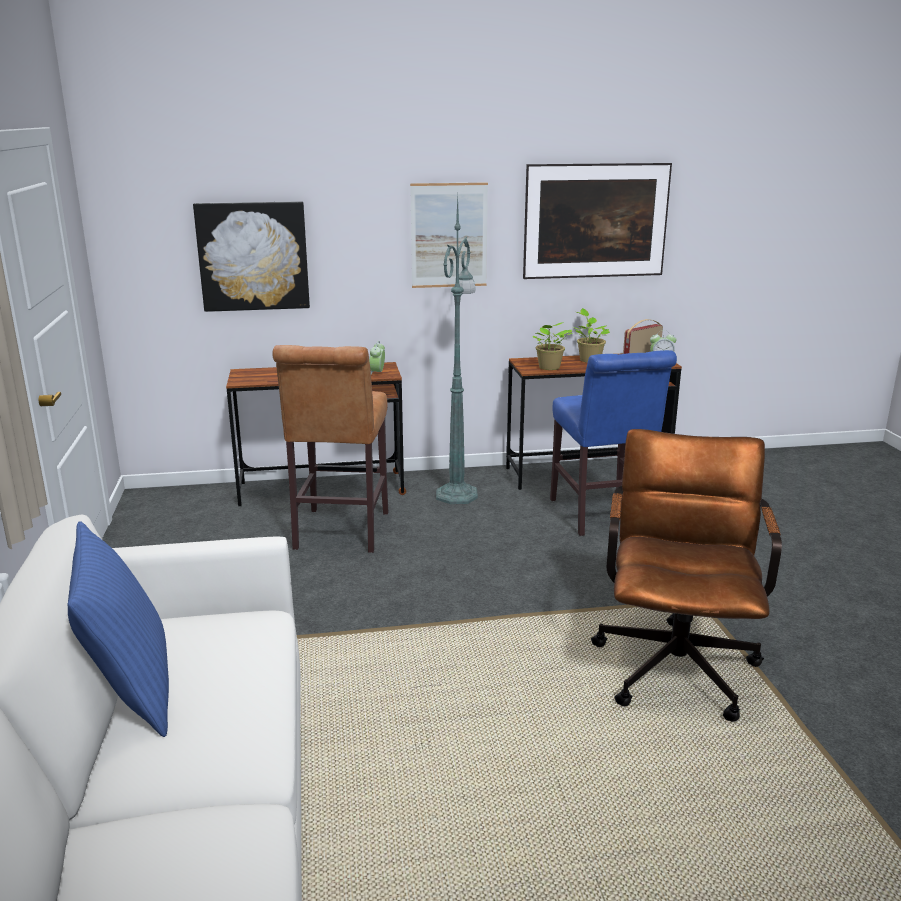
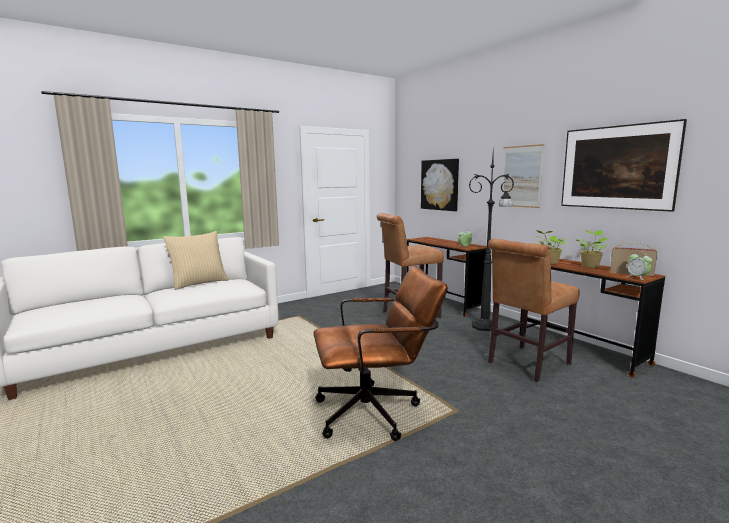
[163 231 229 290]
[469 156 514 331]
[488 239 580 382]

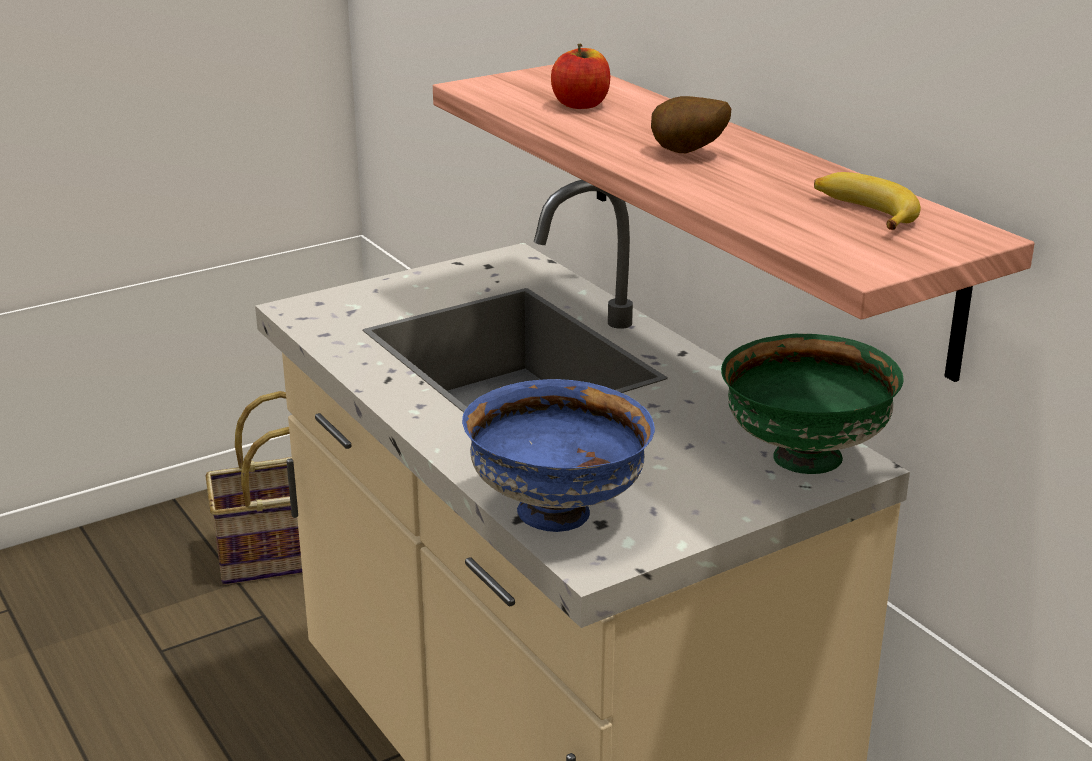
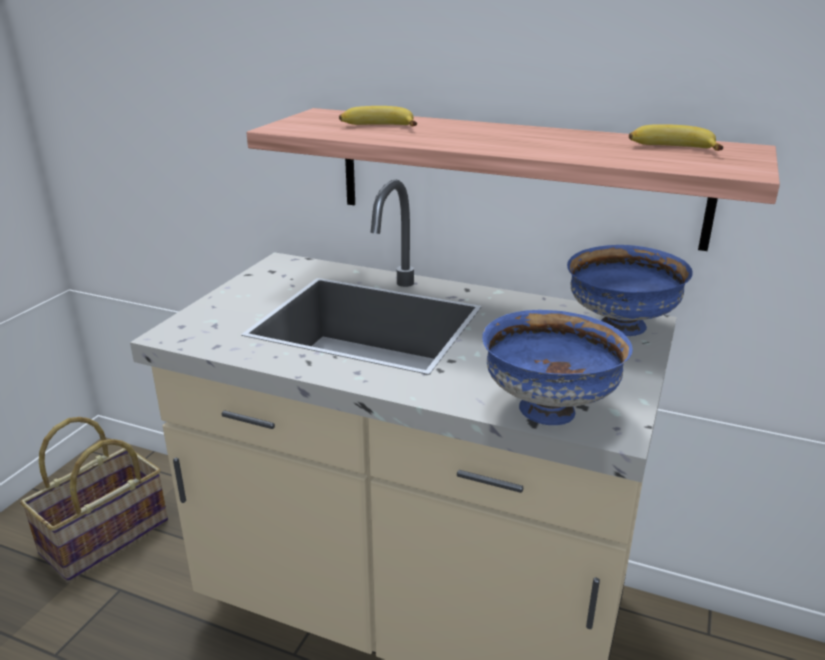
[339 106 417 126]
[651 96 731 153] (first image)
[567 245 693 336]

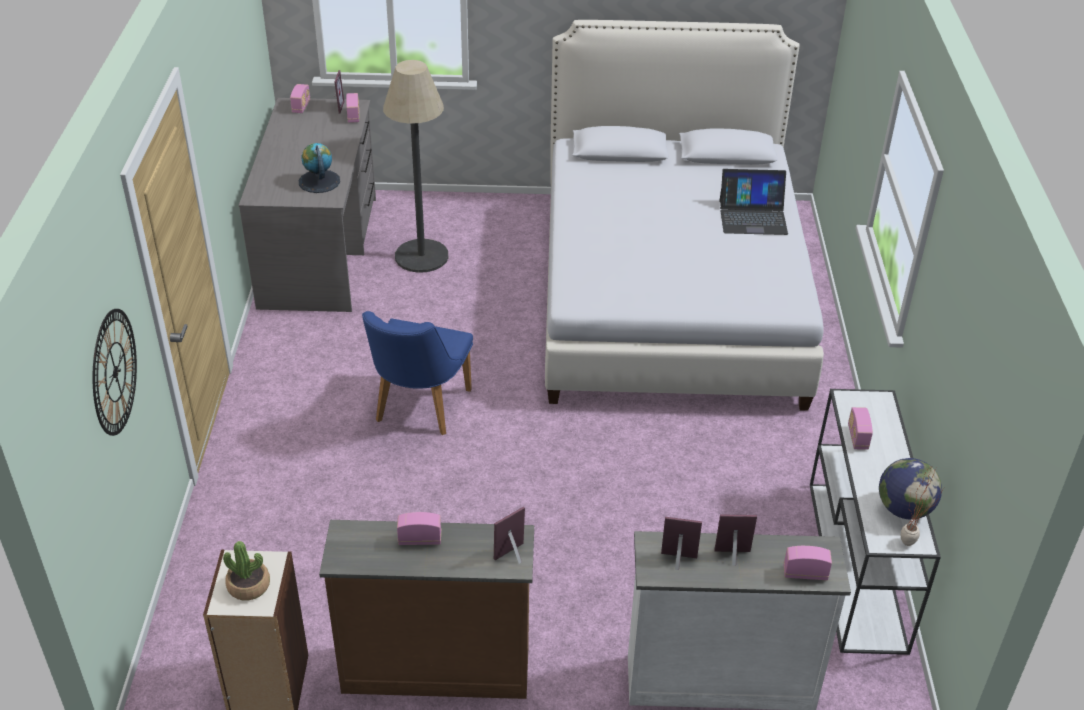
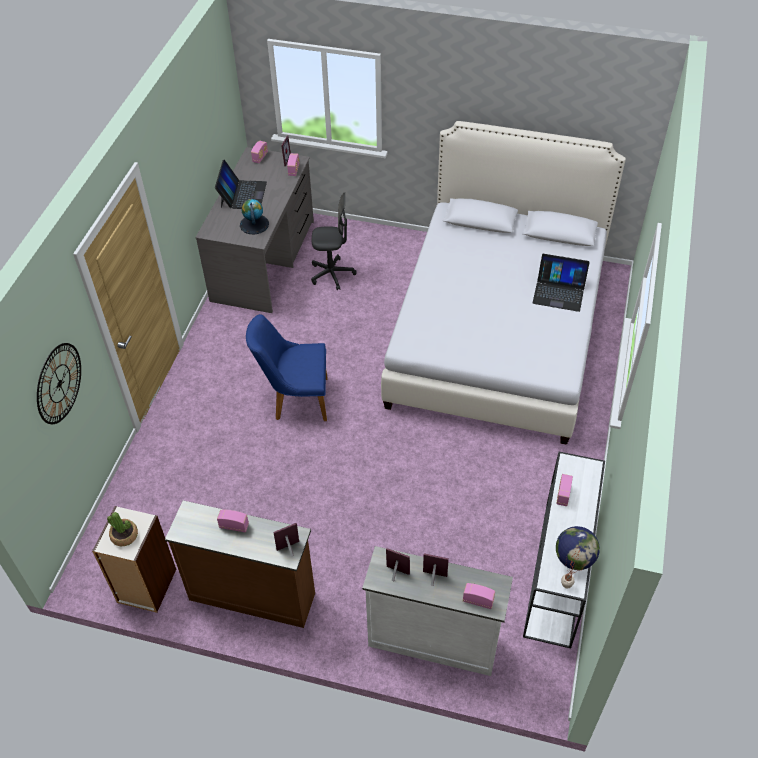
[246 314 328 421]
[311 192 357 290]
[215 160 267 209]

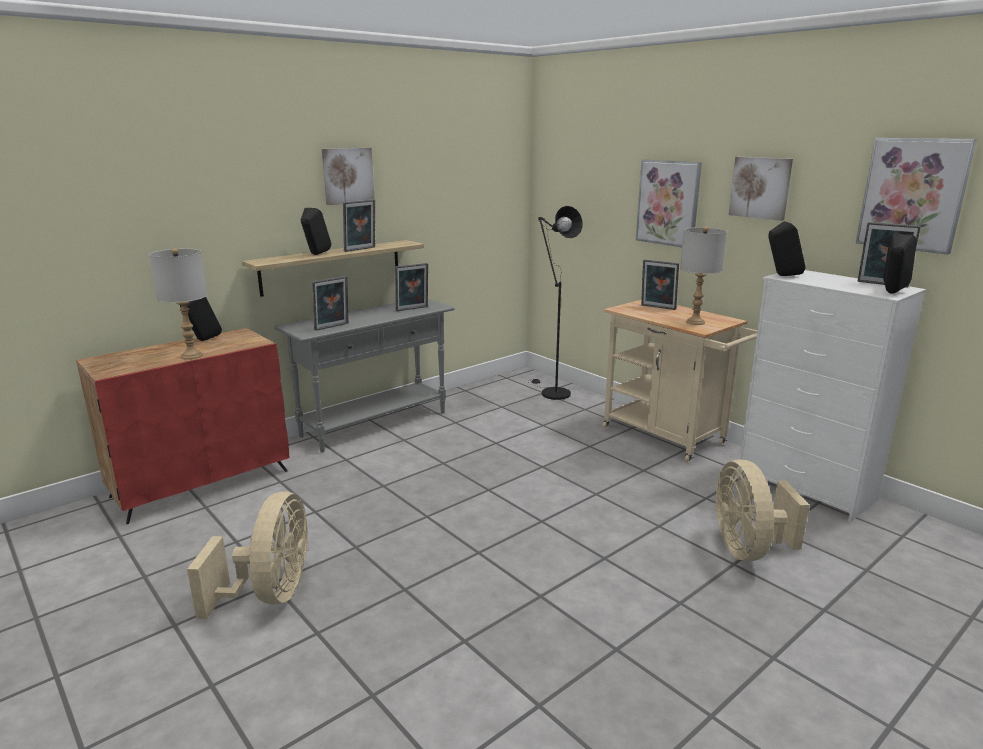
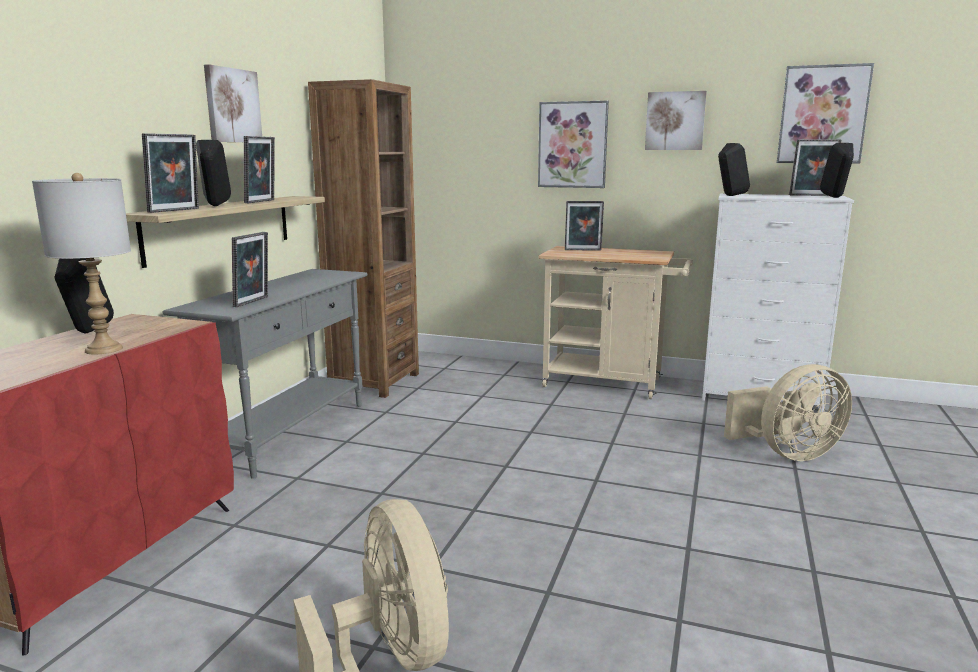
[142 133 199 213]
[528 206 583 400] (first image)
[680 227 727 325] (first image)
[724 364 852 461]
[308 79 419 398]

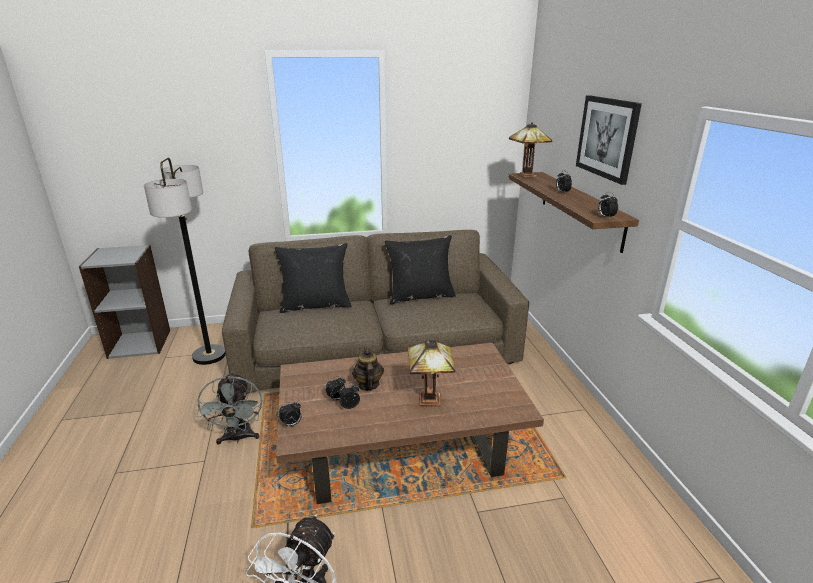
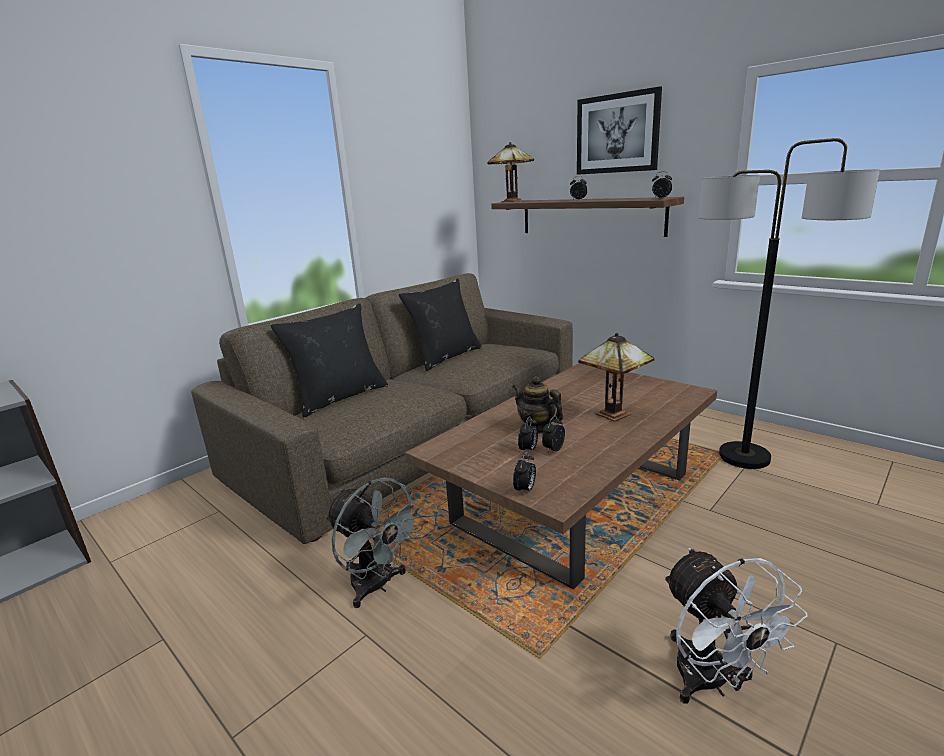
[698 138 880 469]

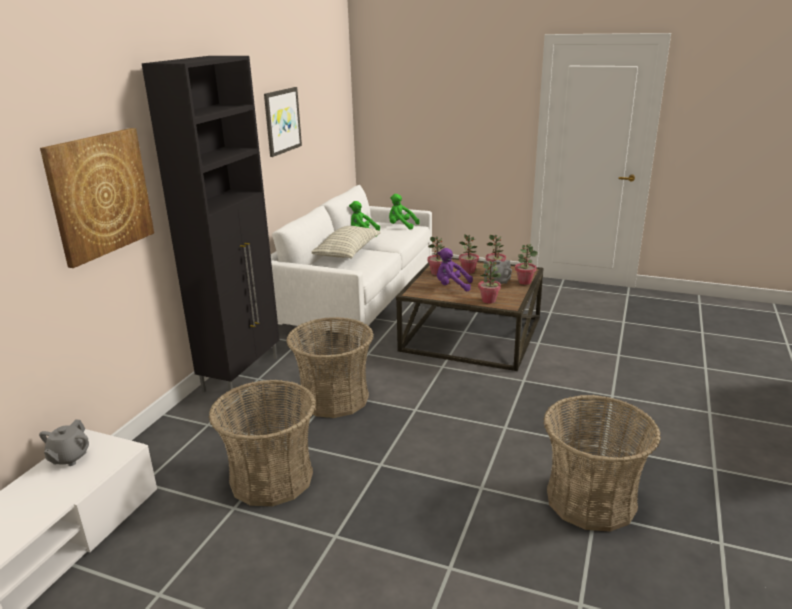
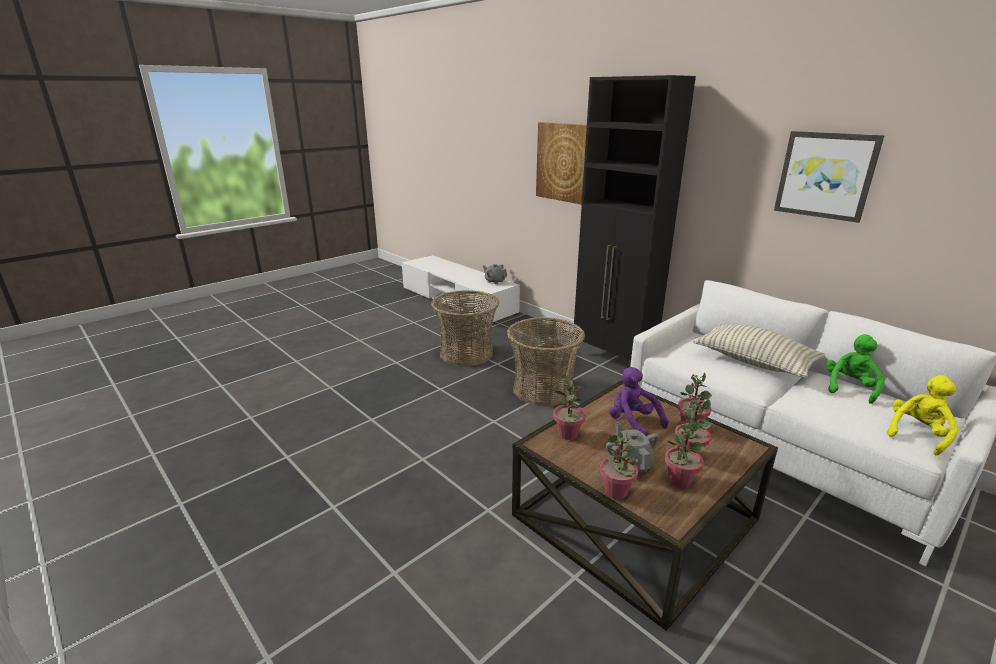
[887 375 959 456]
[609 367 669 436]
[543 395 661 532] (first image)

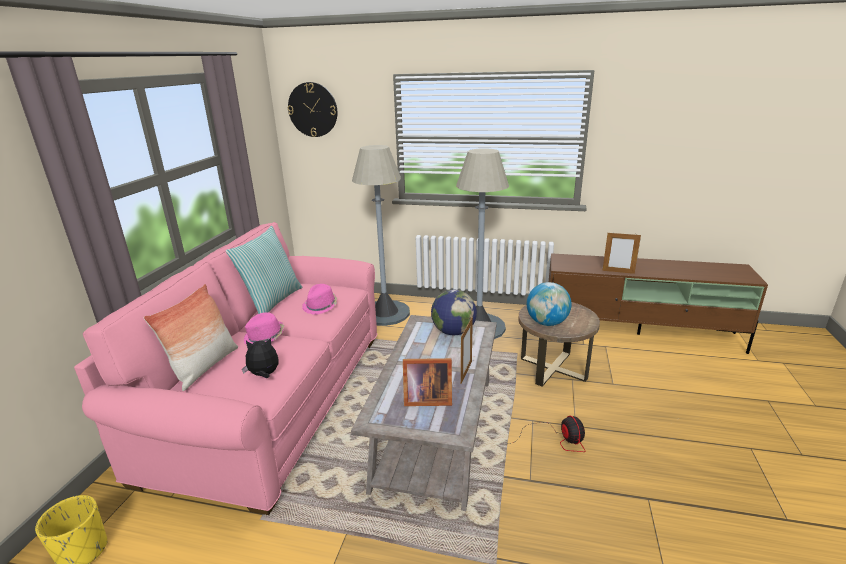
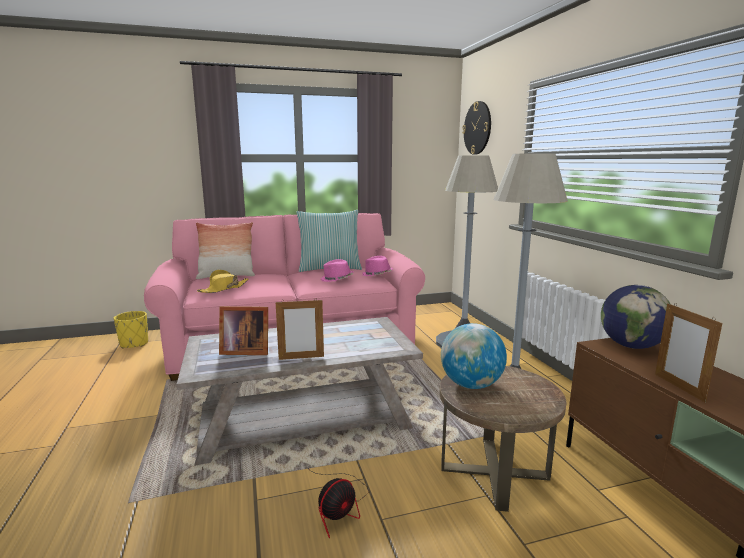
[197 270 249 293]
[362 256 393 276]
[219 306 268 355]
[601 285 670 349]

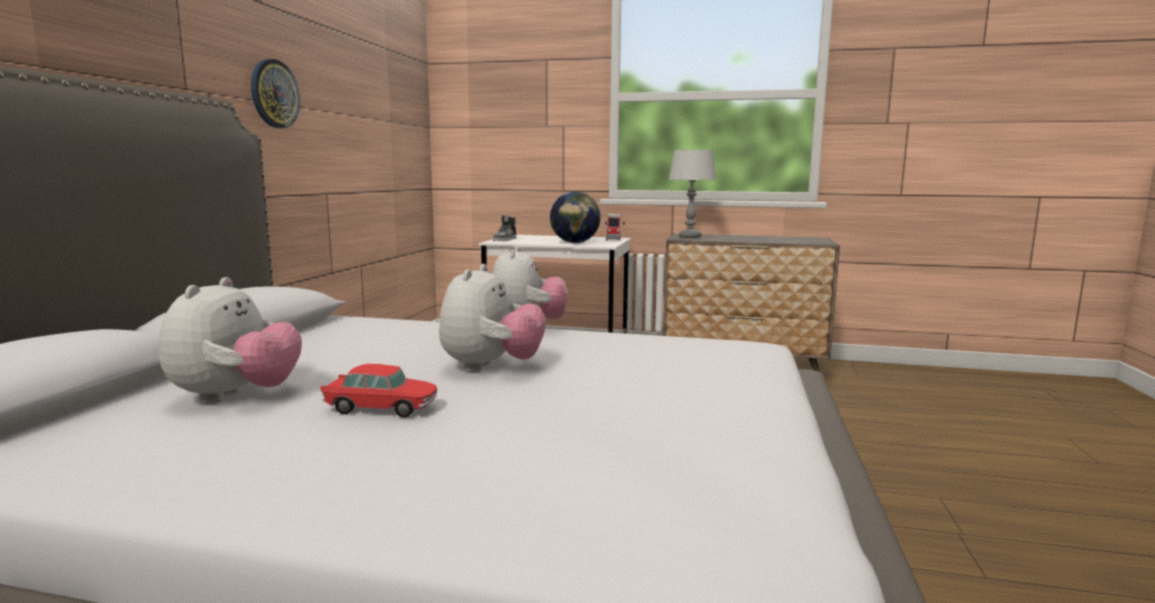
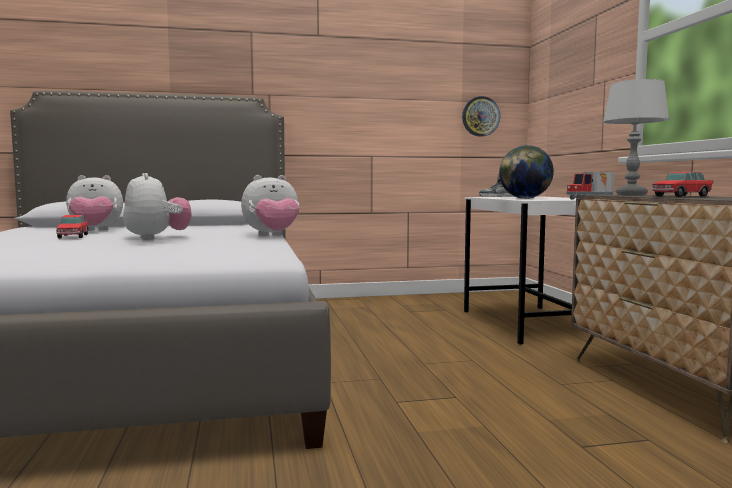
[462 96 500 137]
[123 173 192 240]
[651 172 713 197]

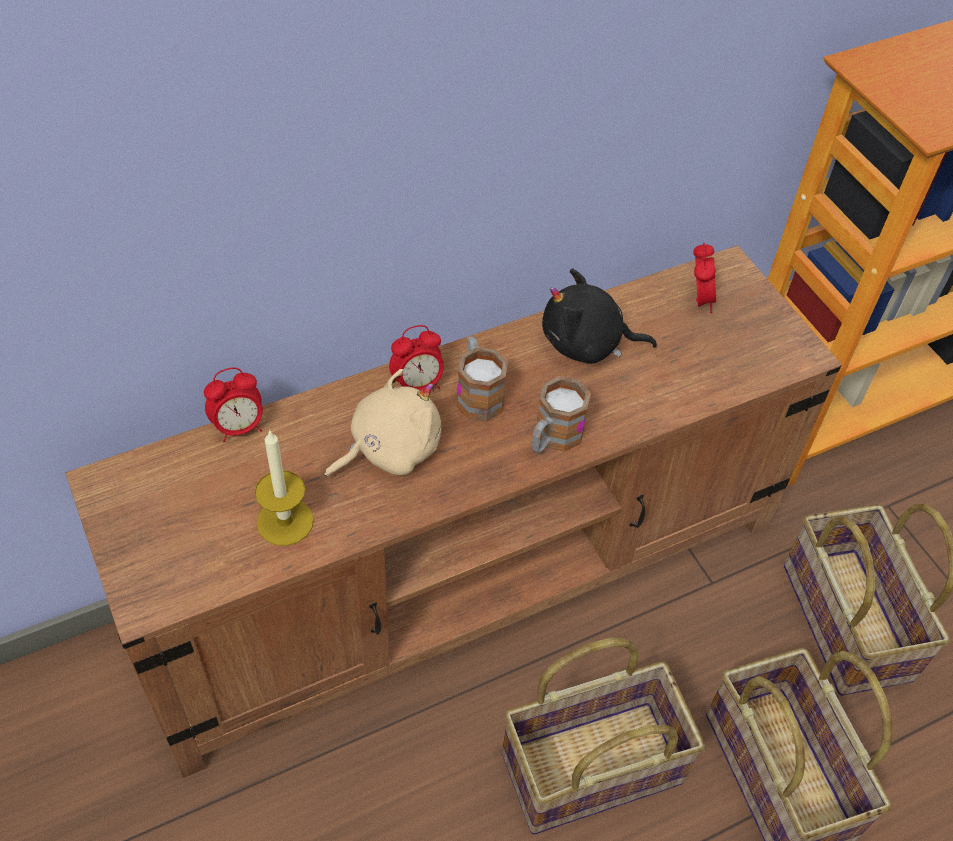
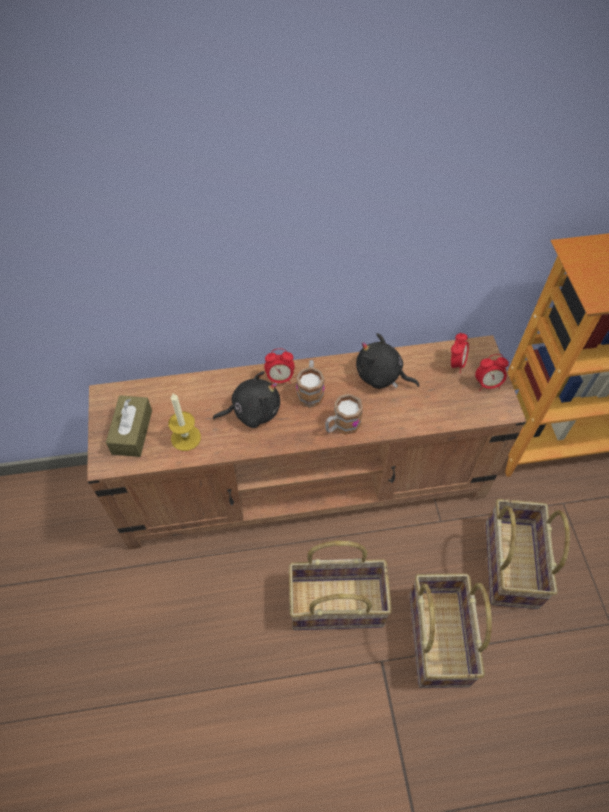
[475 354 509 391]
[213 371 280 428]
[106 395 152 457]

